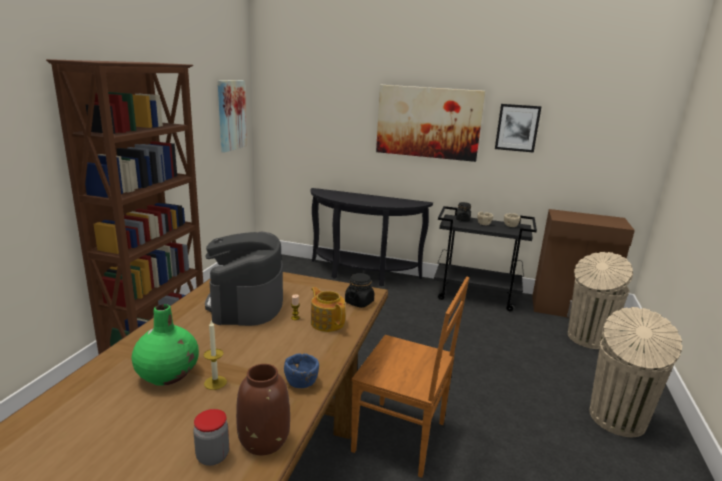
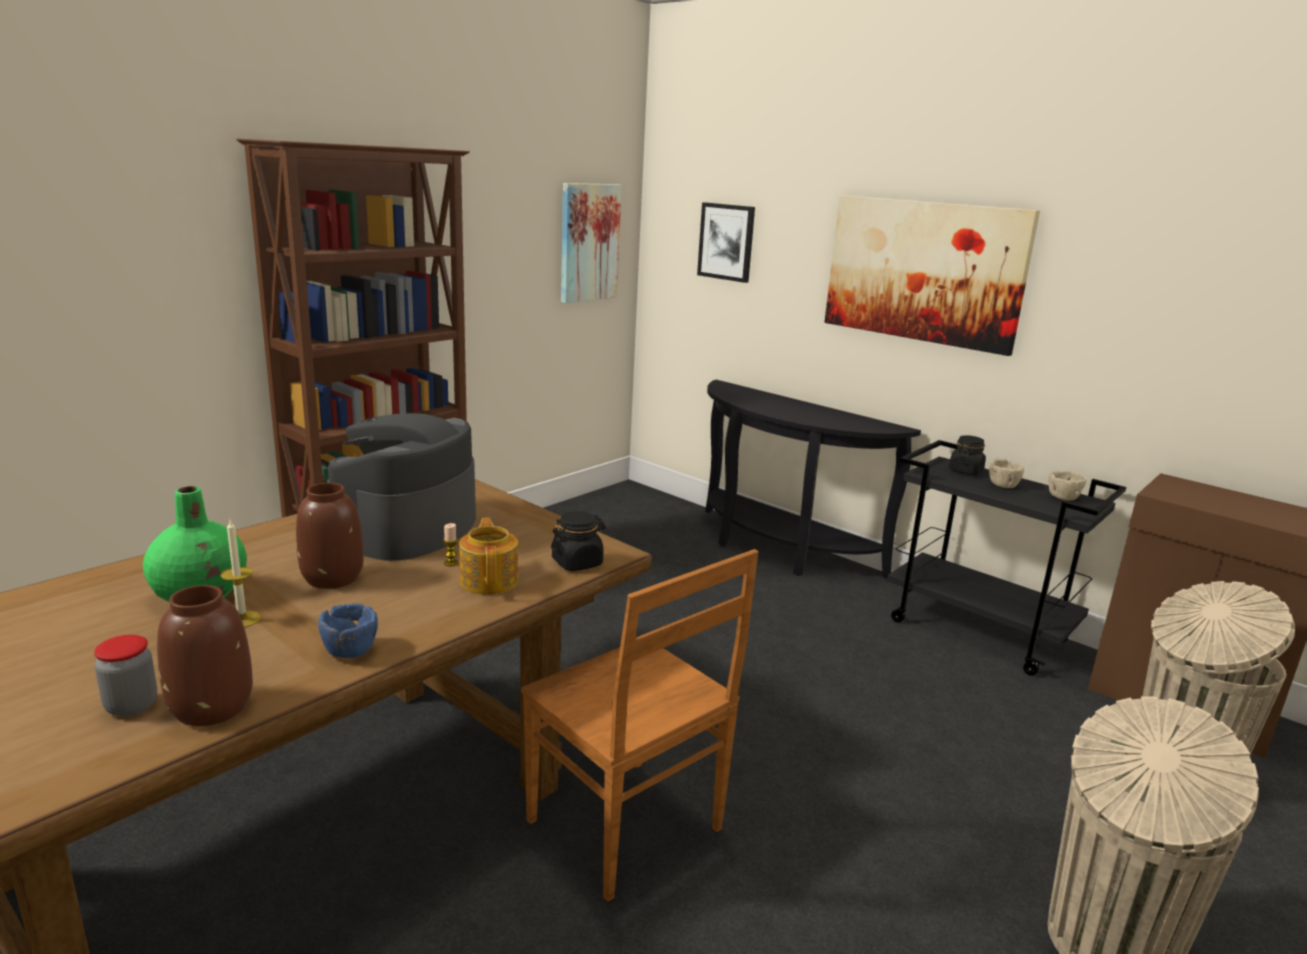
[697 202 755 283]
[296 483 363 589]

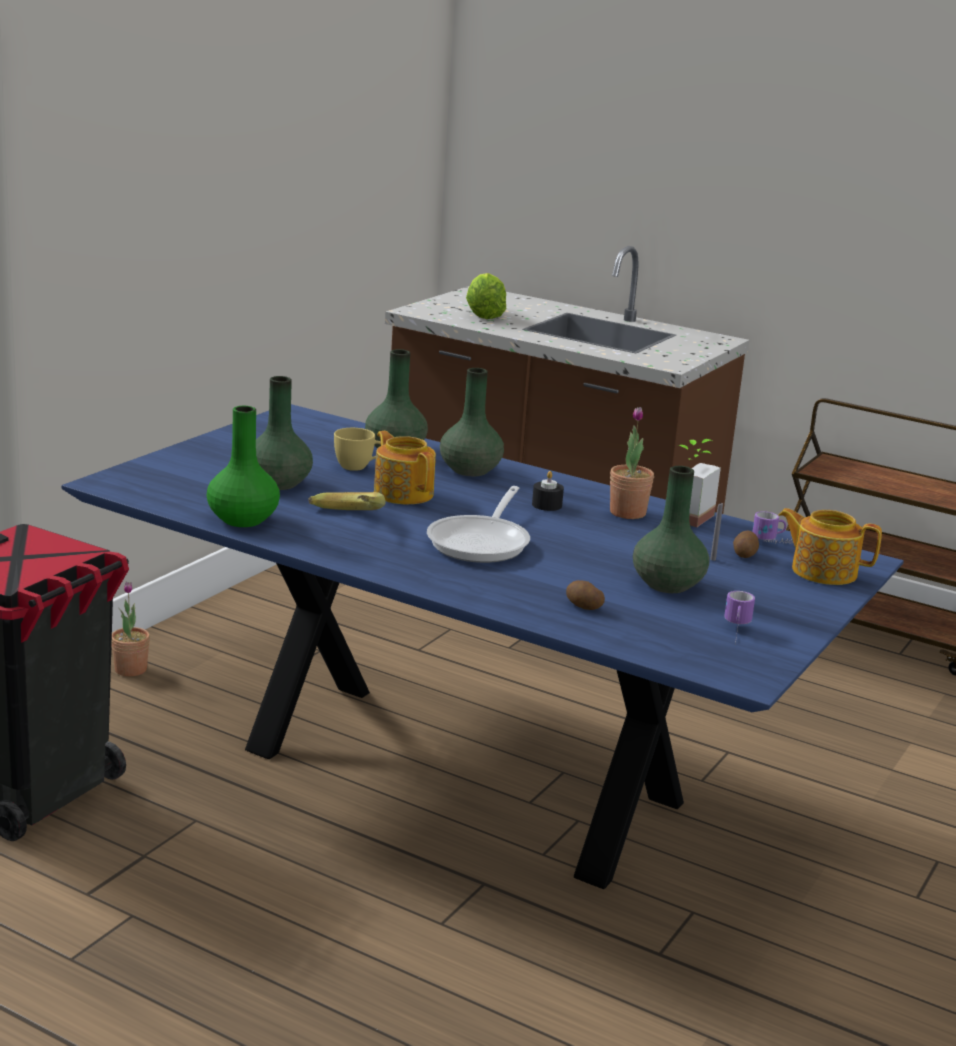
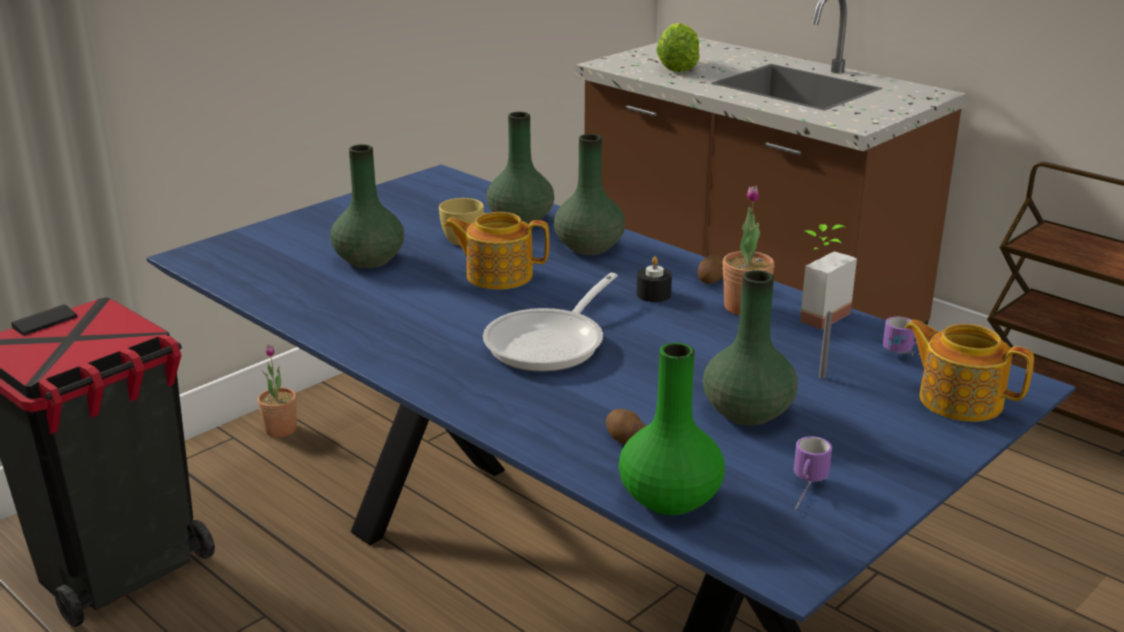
[619 343 725 515]
[308 492 385 510] (first image)
[444 212 550 290]
[697 255 723 284]

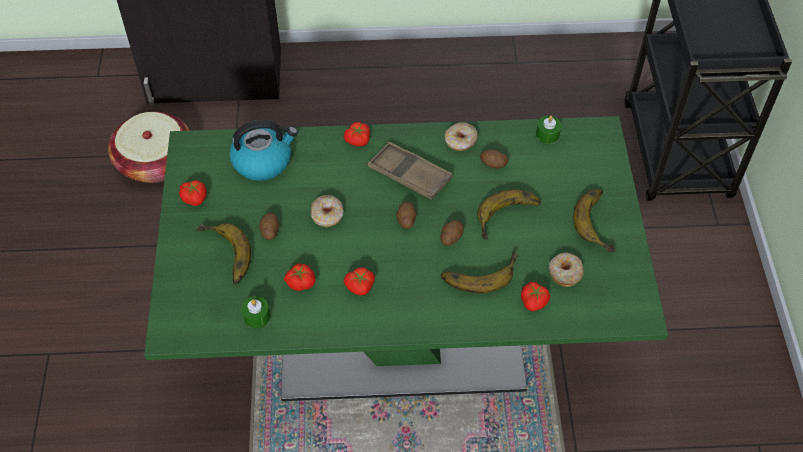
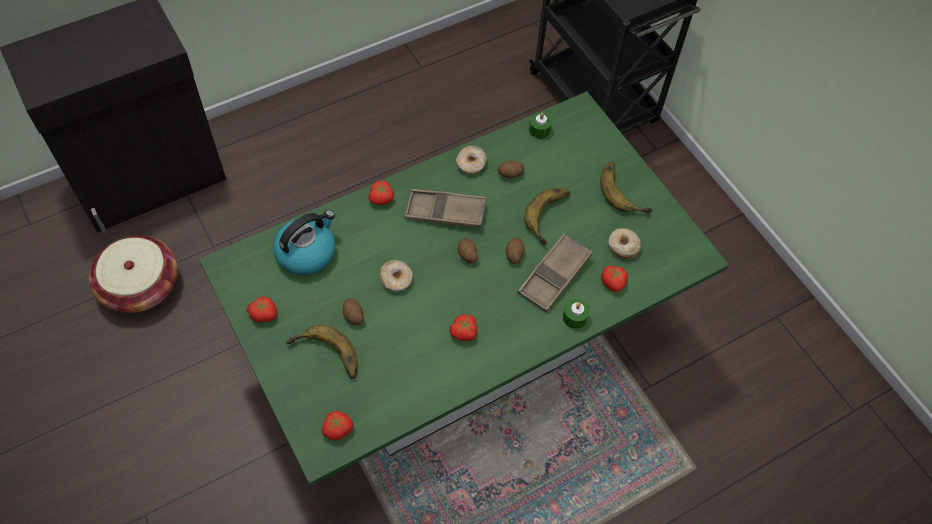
[563 299 590 329]
[322 411 353 440]
[517 233 593 312]

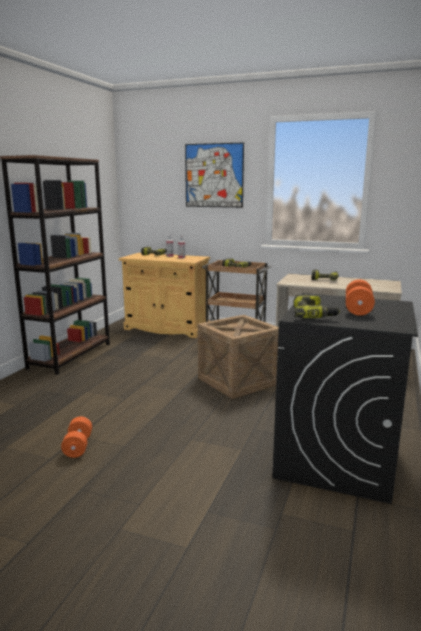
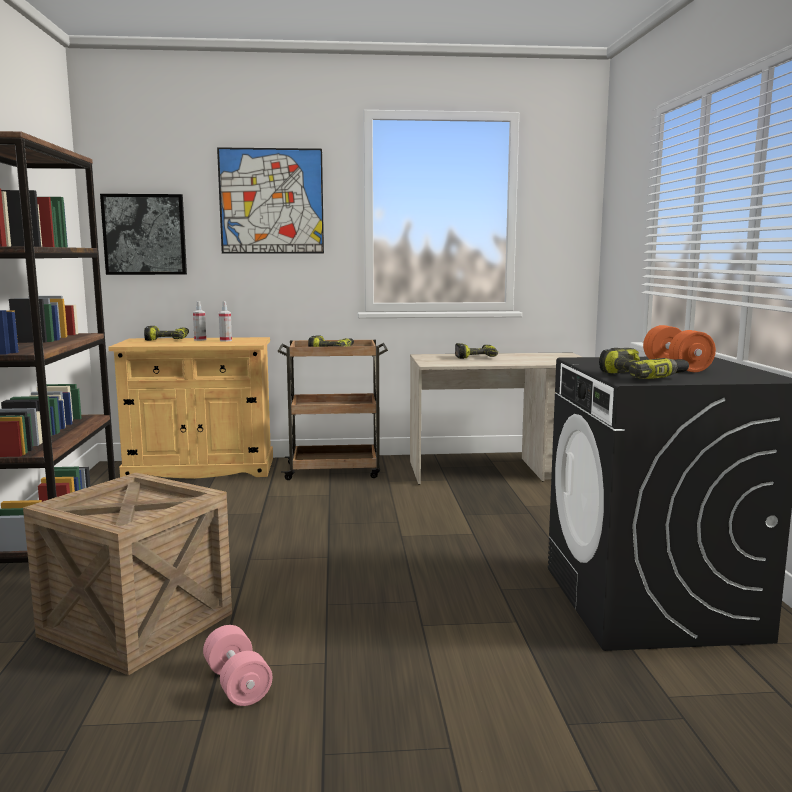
[203 625 272 706]
[23 473 232 675]
[100 194 187 275]

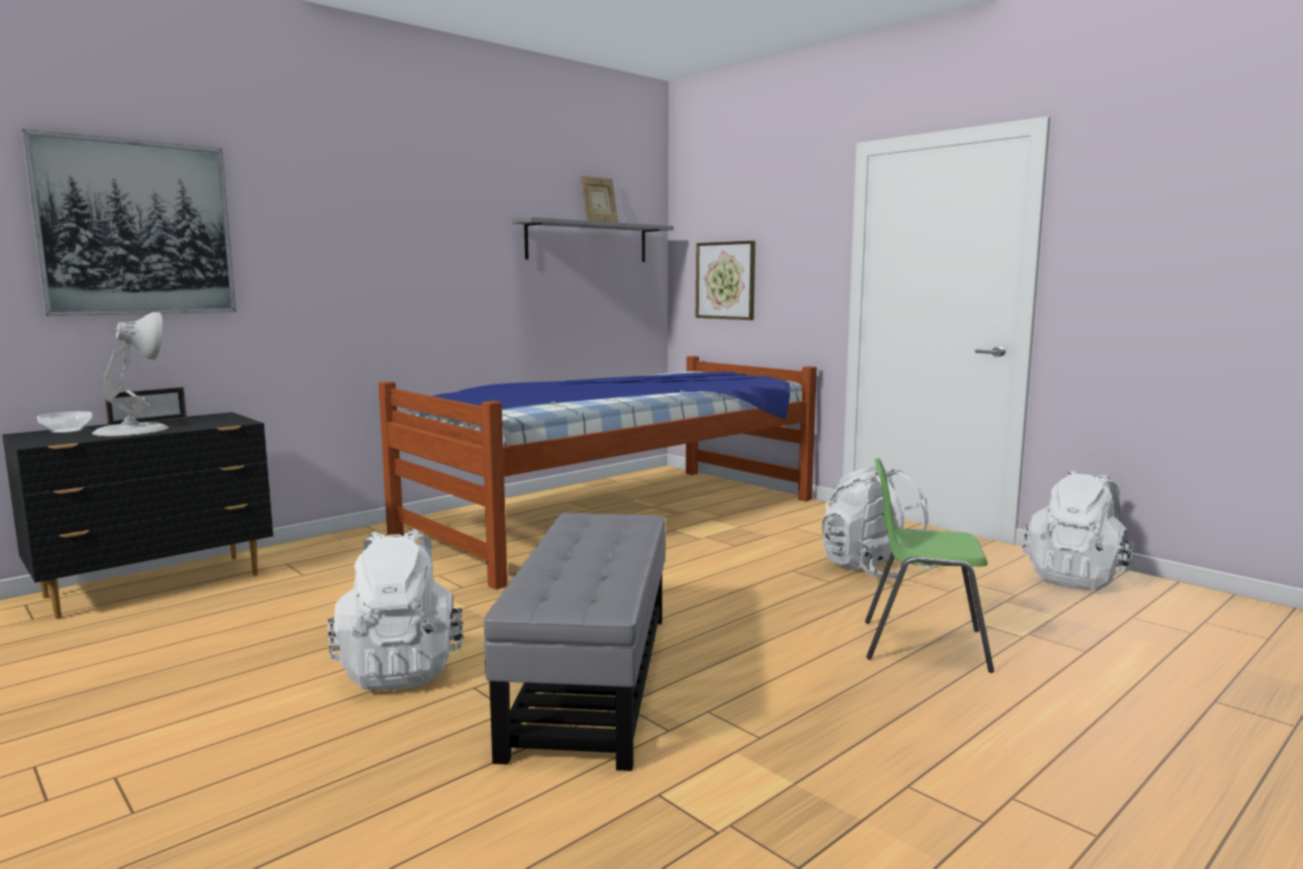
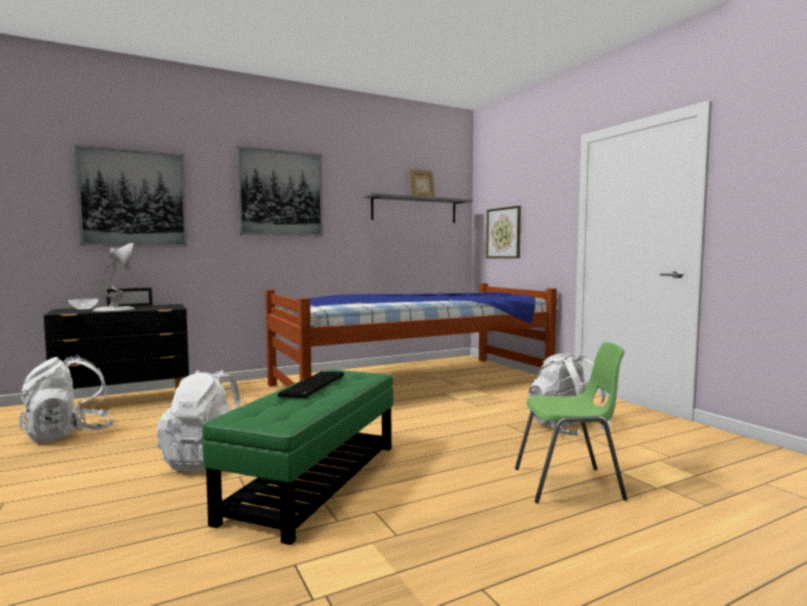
[202 369 393 545]
[515 342 627 503]
[19 355 115 442]
[237 146 323 236]
[278 371 344 398]

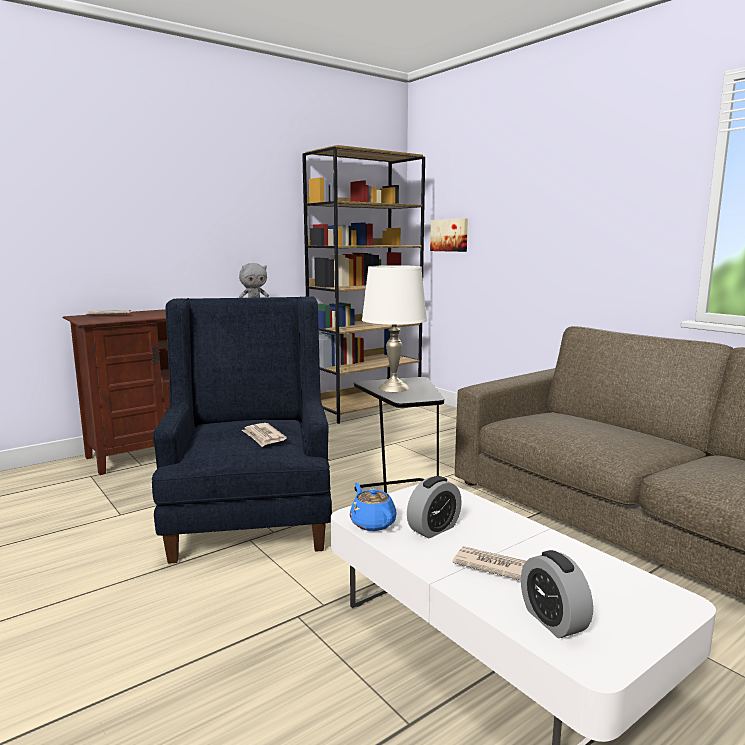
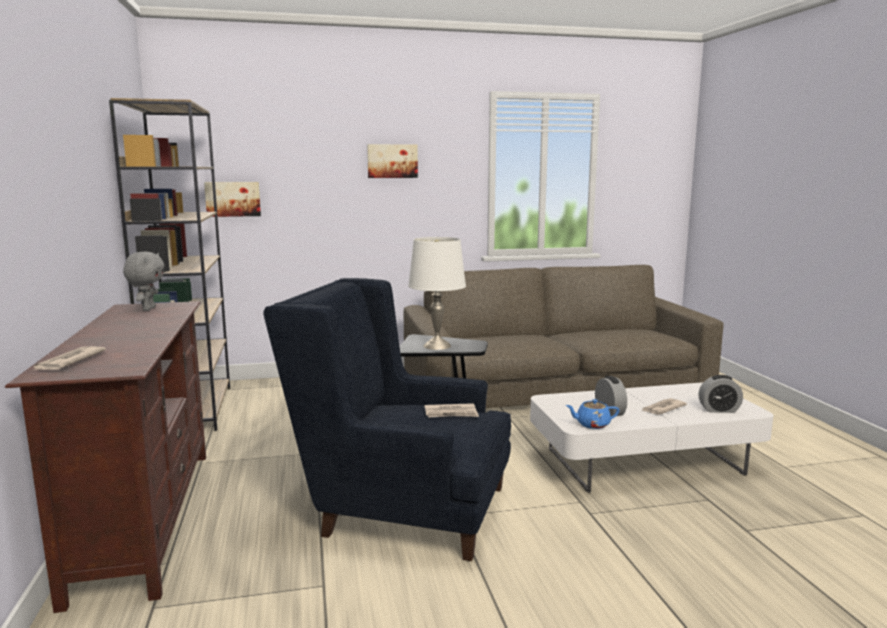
[367 144 418 178]

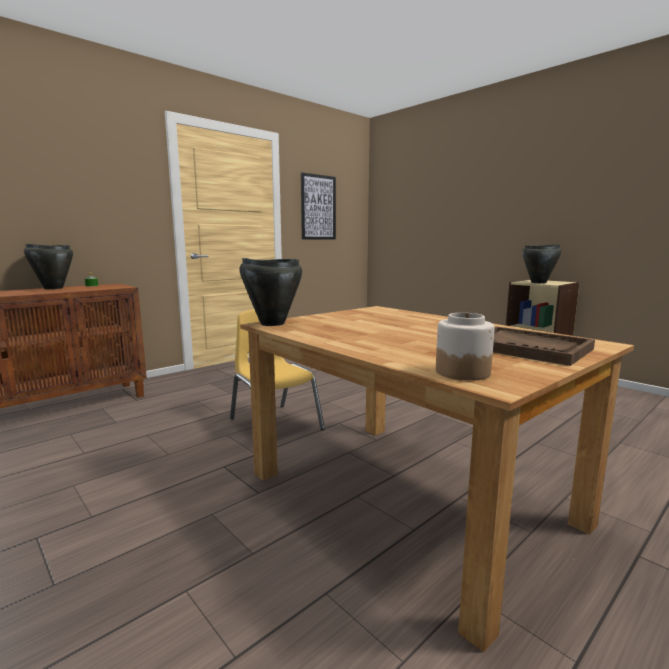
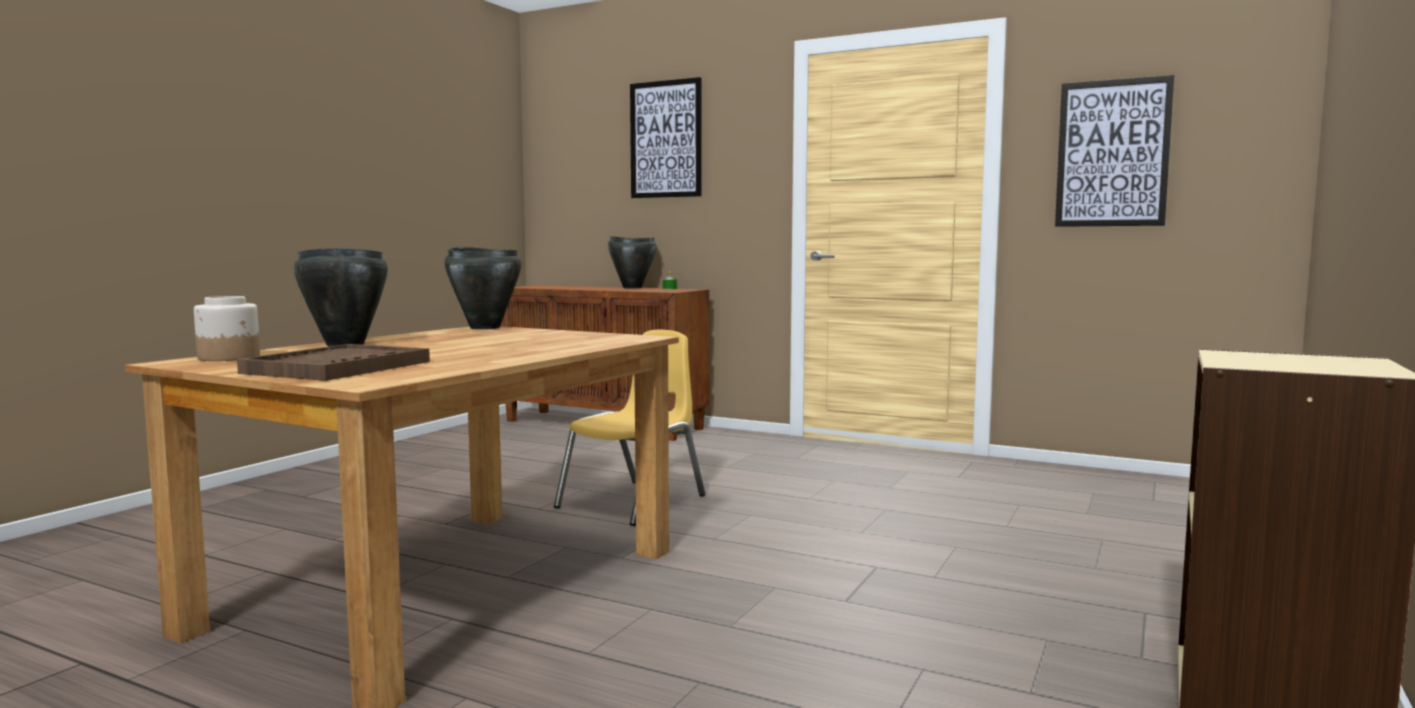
[293 248 388 347]
[630 77 702 198]

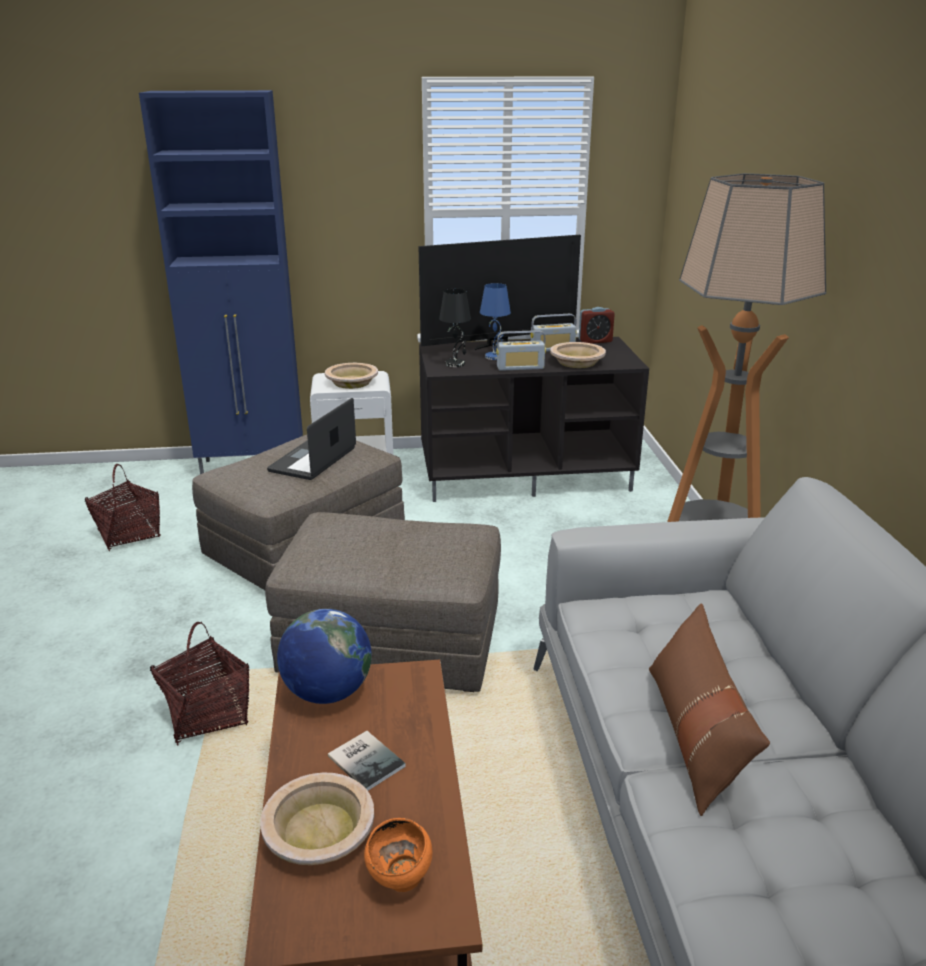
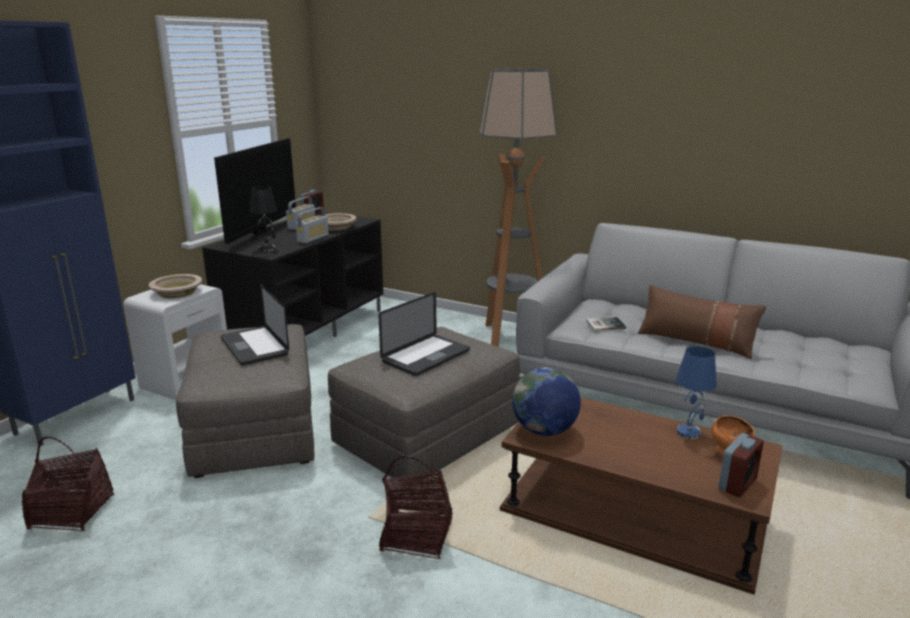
[260 773 374 865] (first image)
[586 317 626 331]
[676 346 717 439]
[378 292 470 376]
[719 433 764 497]

